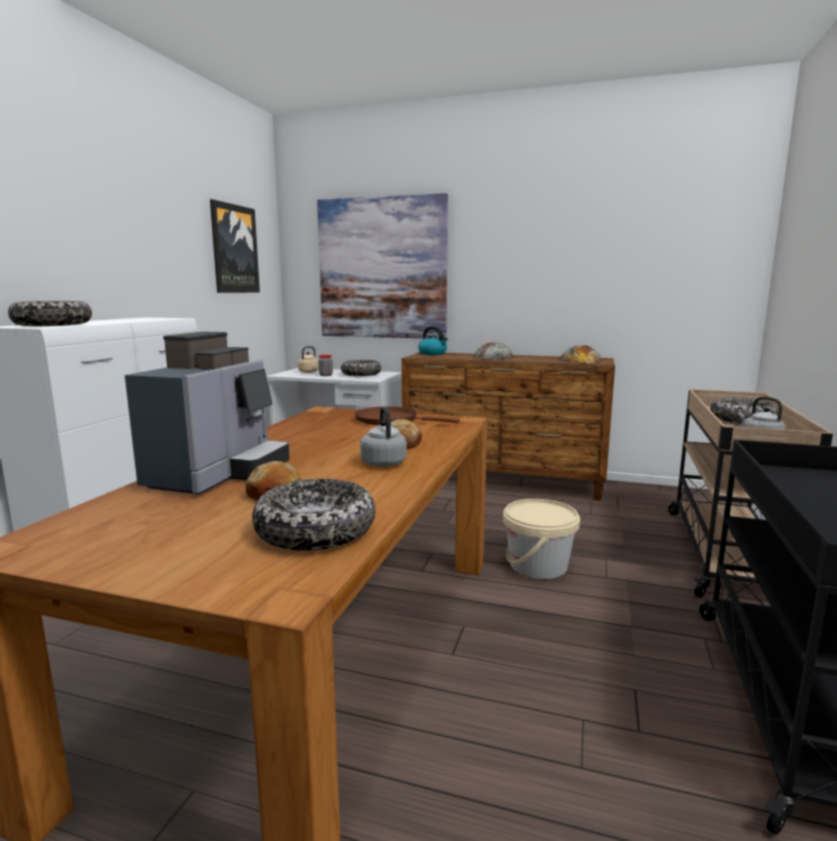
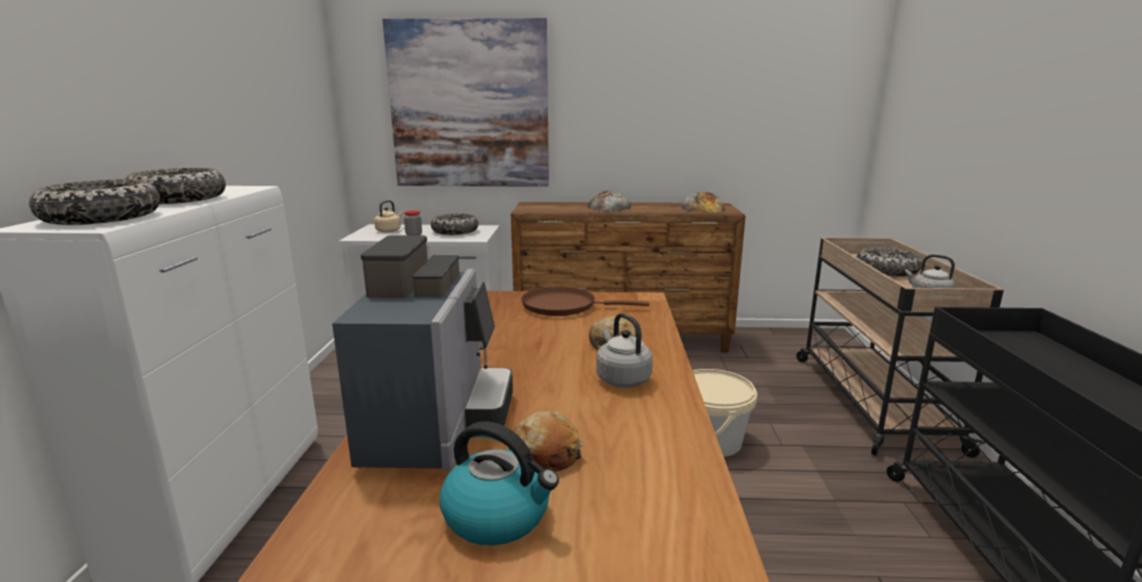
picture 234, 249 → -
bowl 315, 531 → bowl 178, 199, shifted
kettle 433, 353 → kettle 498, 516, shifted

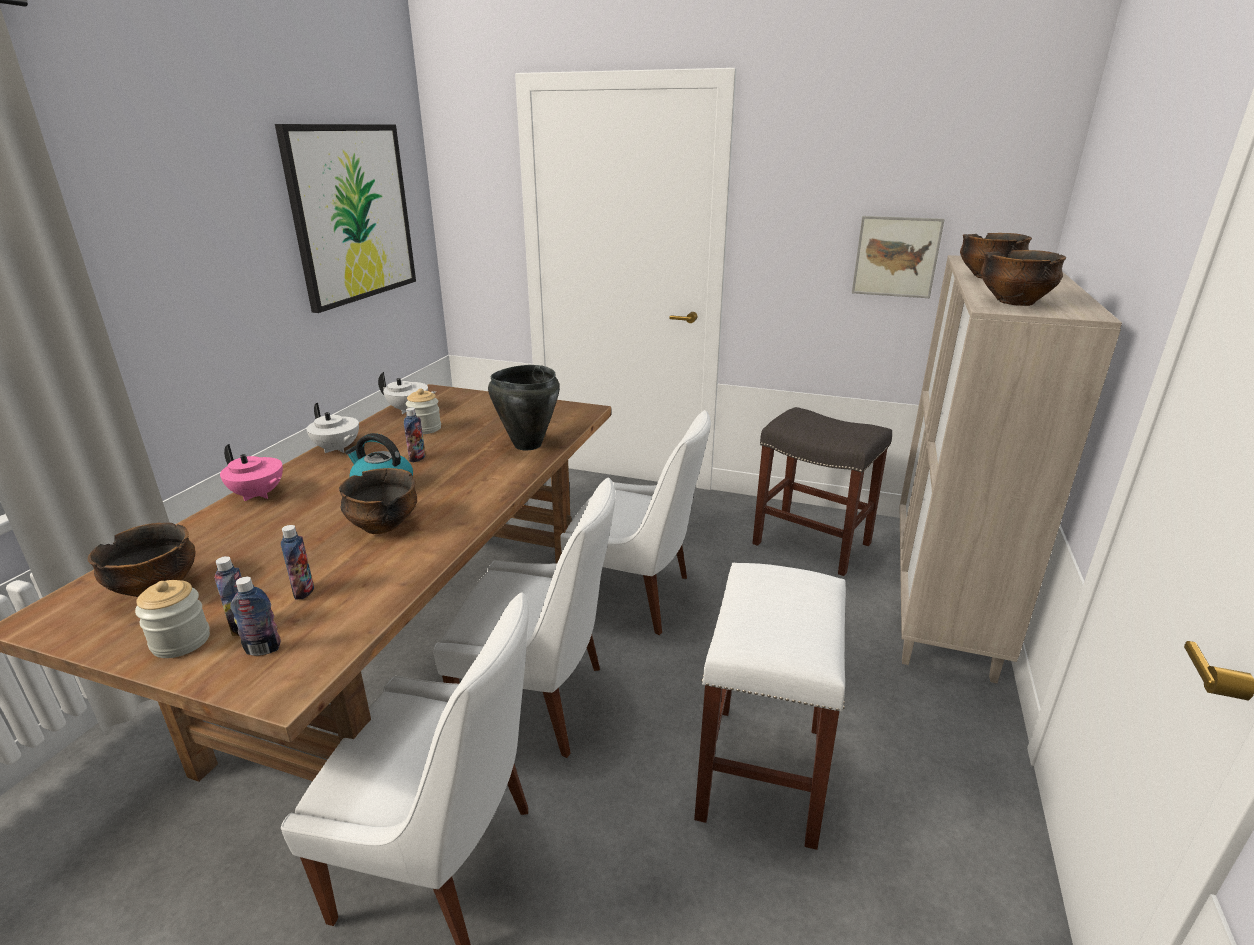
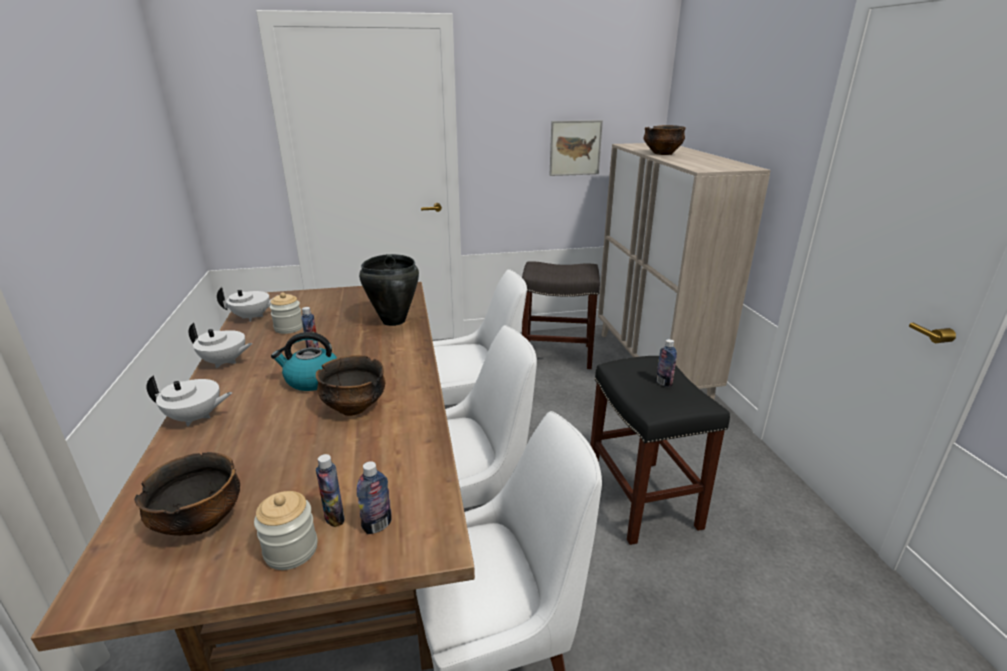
teapot (pink) 258, 495 → teapot (white) 196, 418
picture 352, 214 → -
bottle 304, 591 → bottle 663, 383, shifted
stool (white) 763, 773 → stool (black) 643, 500
bowl 1014, 302 → -

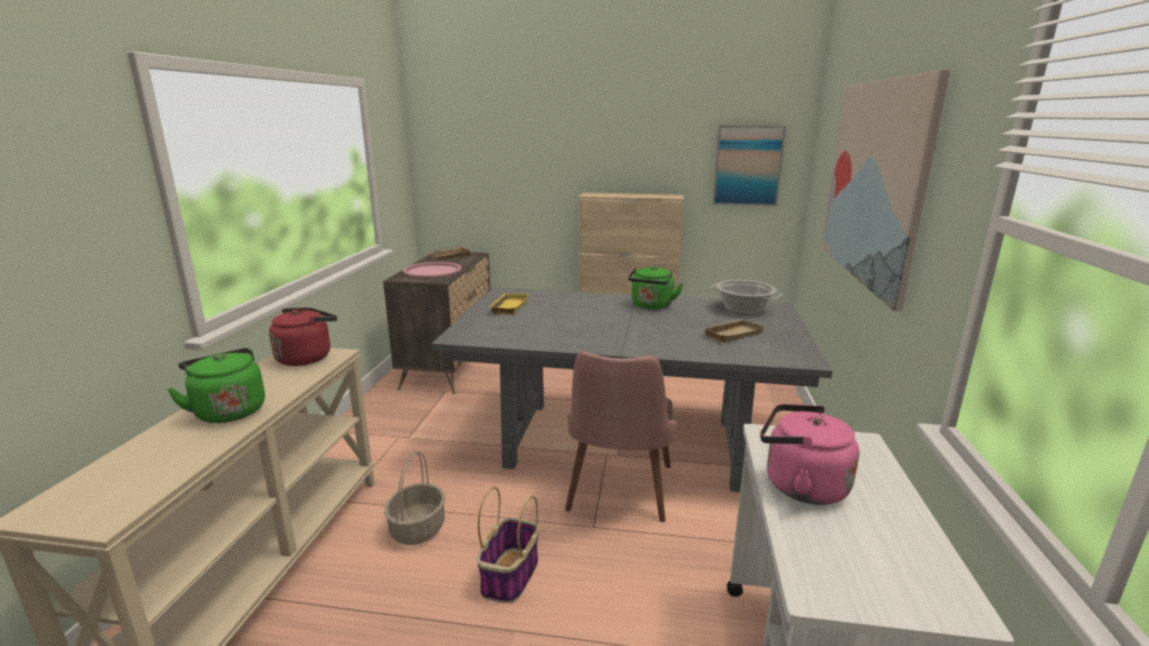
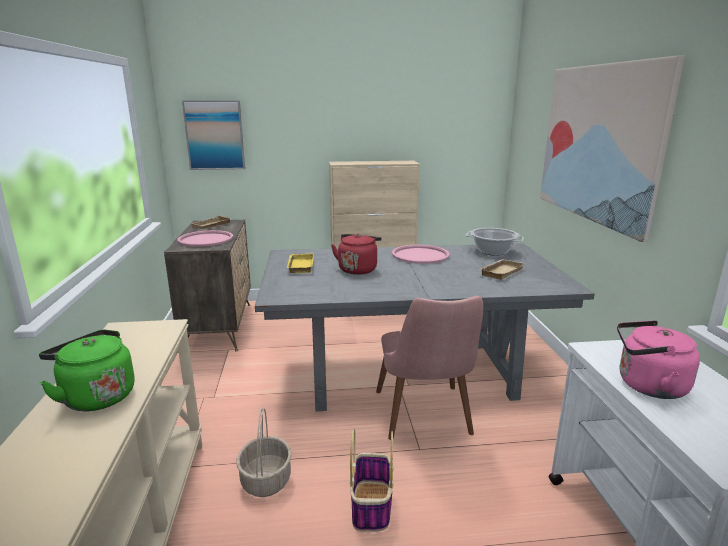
kettle (red) 306, 357 → kettle (red) 358, 269, shifted
kettle (green) 651, 306 → tray (pink) 420, 255
picture 747, 166 → picture 214, 135, shifted

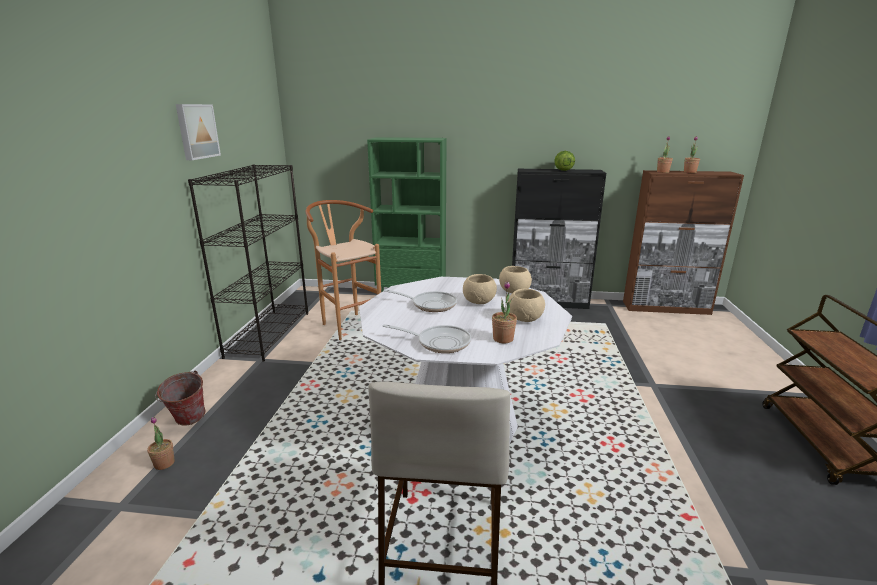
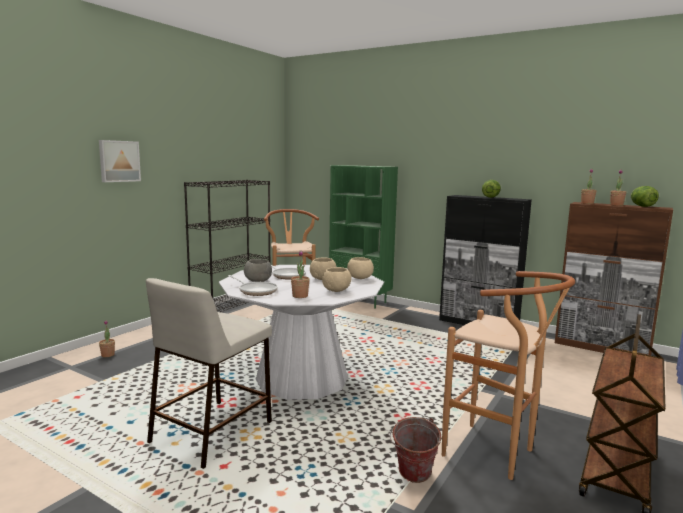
bucket 187, 422 → bucket 412, 477, shifted
picture 196, 131 → picture 119, 161, shifted
- → bowl (grey) 258, 281
- → stool (brown) 497, 455
- → lettuce 642, 206

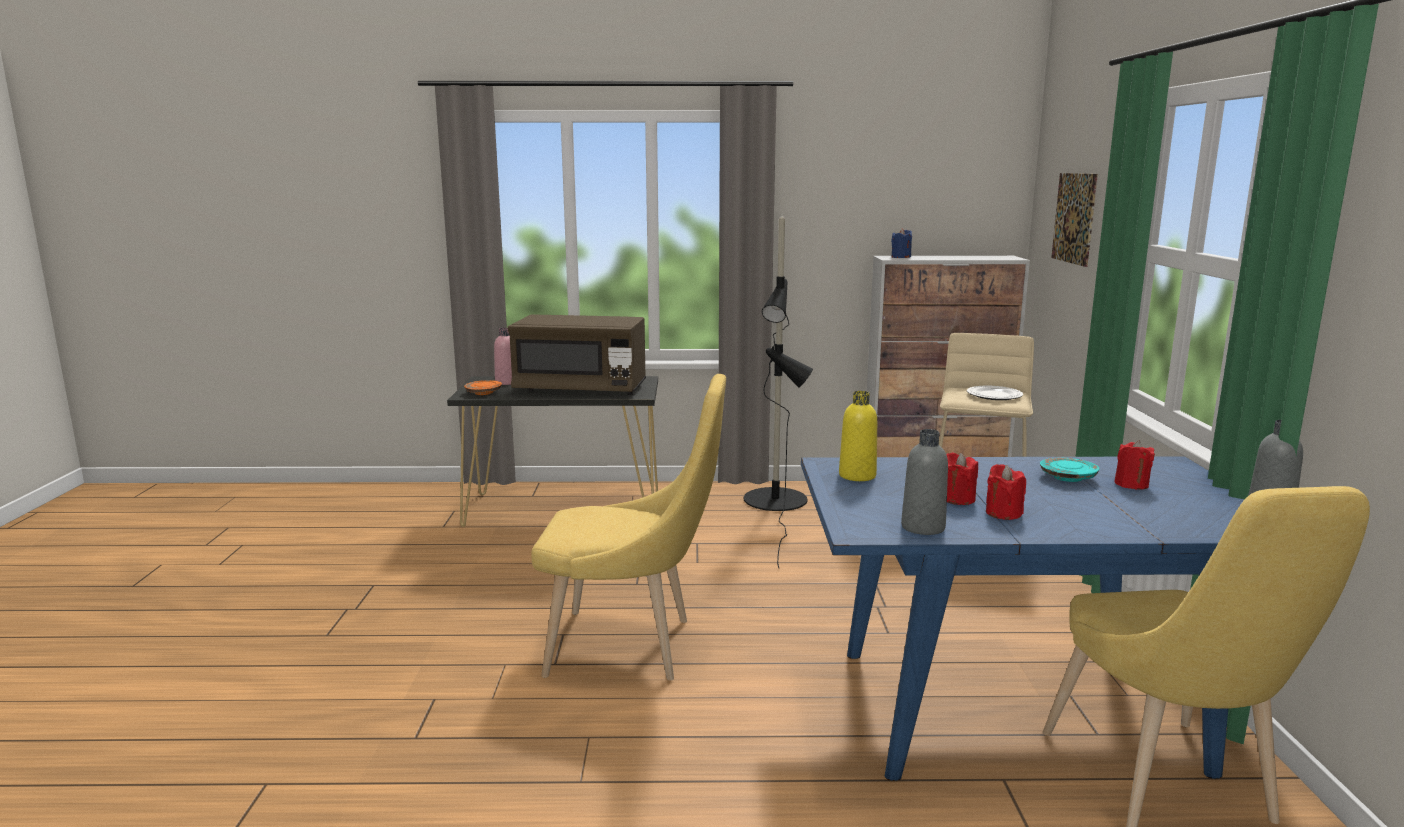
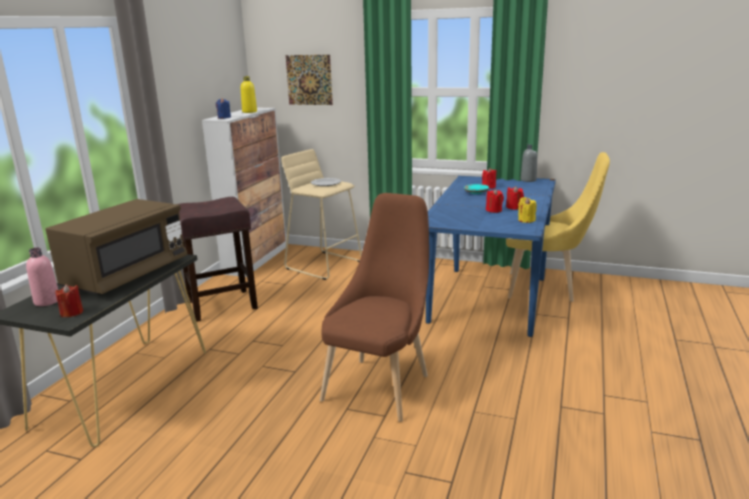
plate (orange) 483, 393 → candle (red) 72, 313
chair (yellow) 631, 647 → chair (brown) 381, 384
floor lamp (black) 776, 505 → stool (brown) 223, 305
bottle (yellow) 857, 476 → bottle (yellow) 249, 112, shifted
bottle (grey) 923, 527 → candle (yellow) 526, 220

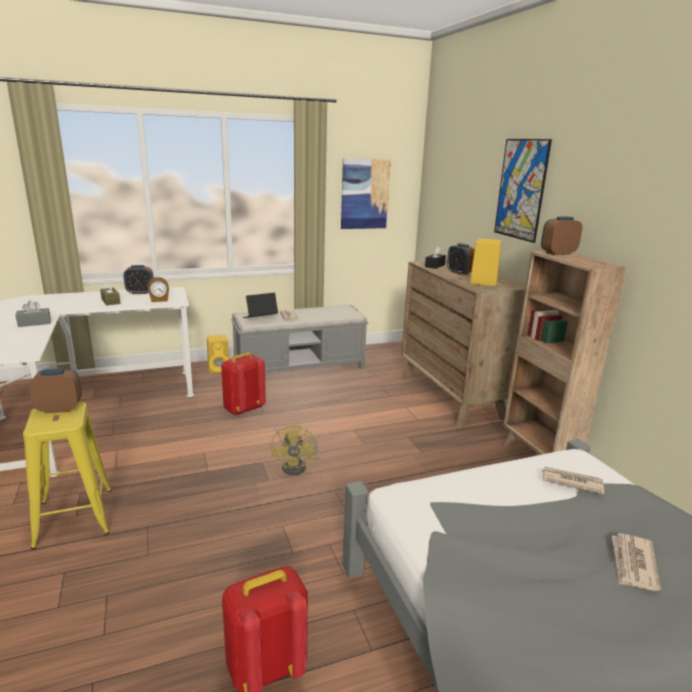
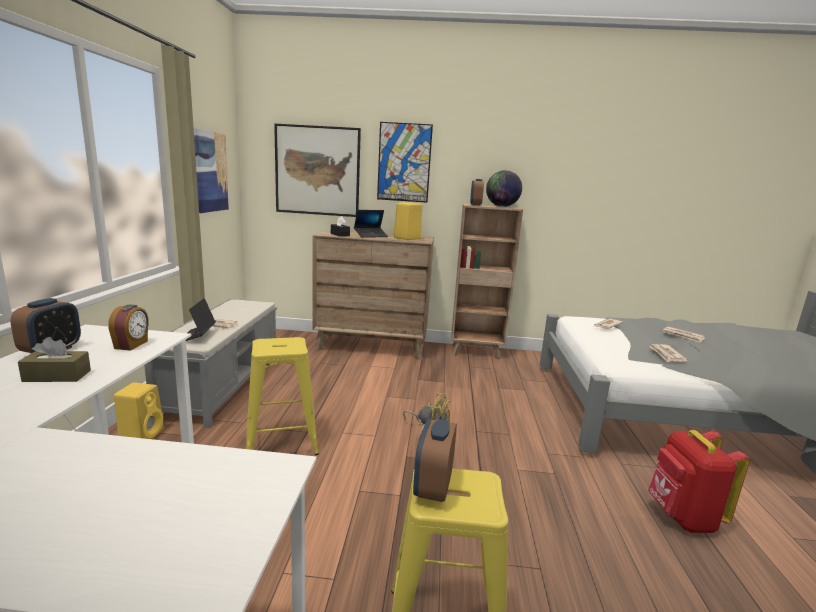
tissue box (grey) 34, 323 → -
backpack (red) 243, 409 → stool (yellow) 281, 442
alarm clock 459, 272 → laptop 371, 236
- → picture 317, 171
- → globe 502, 206
- → newspaper 666, 355

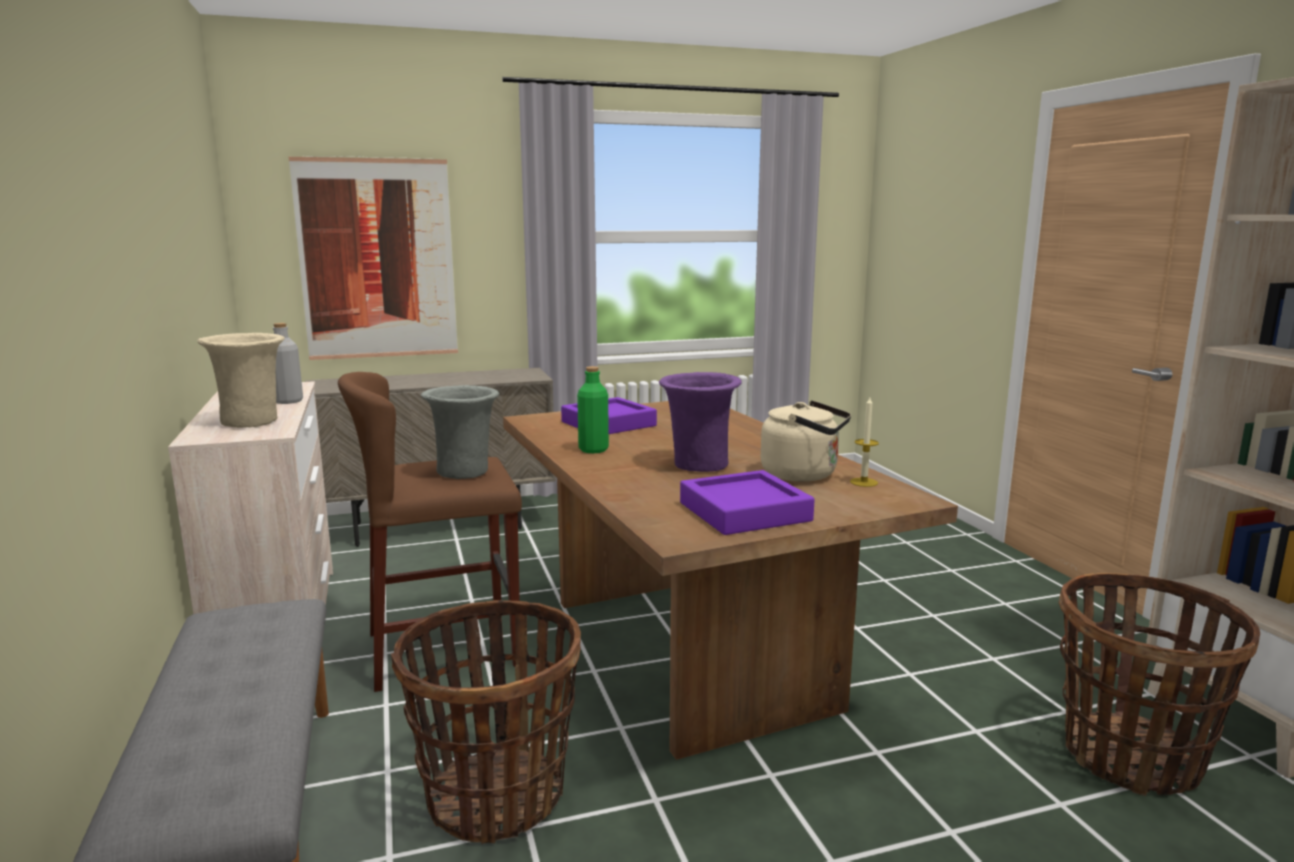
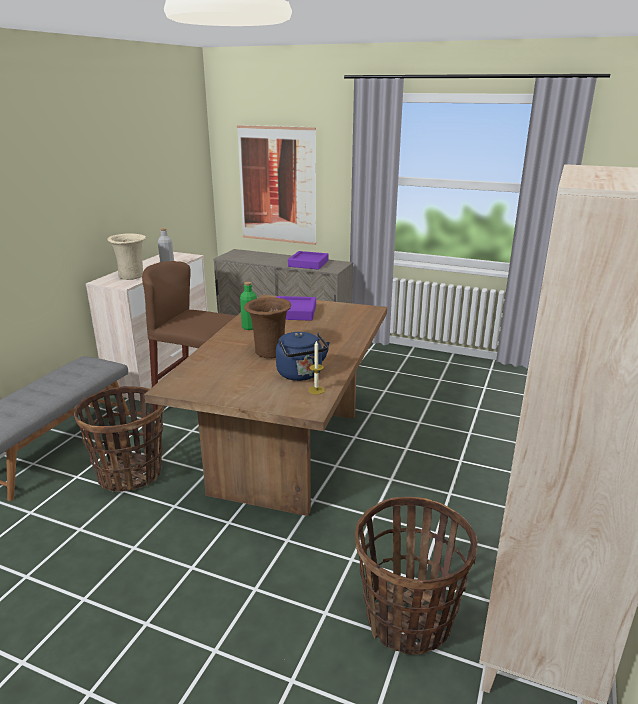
vase (grey) 465, 471 → -
vase (purple) 698, 466 → vase (brown) 269, 352
tray (purple) 744, 512 → tray (purple) 308, 263, shifted
kettle (beige) 804, 474 → kettle (blue) 301, 375

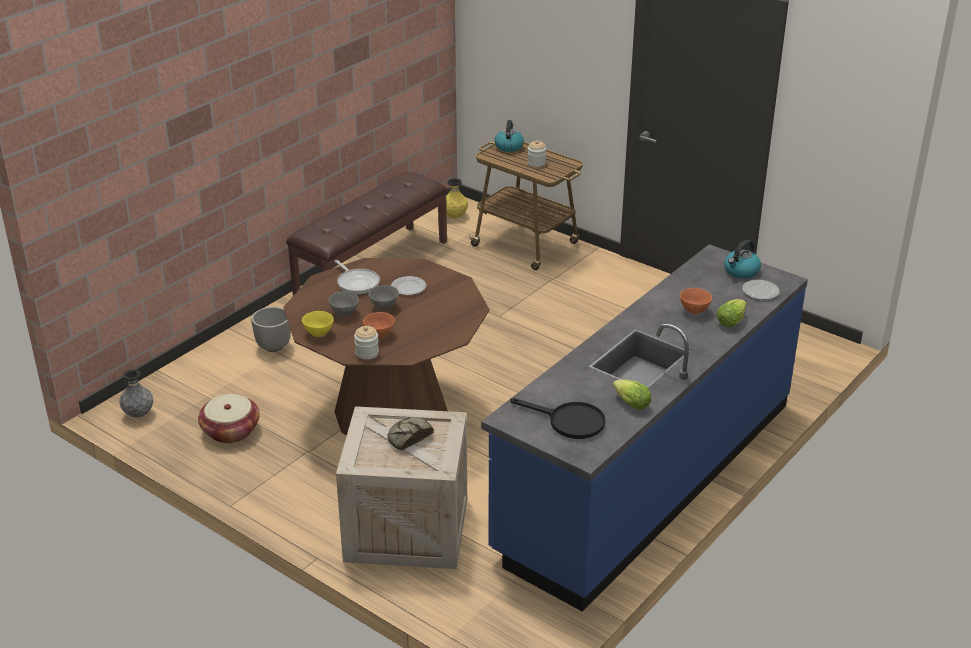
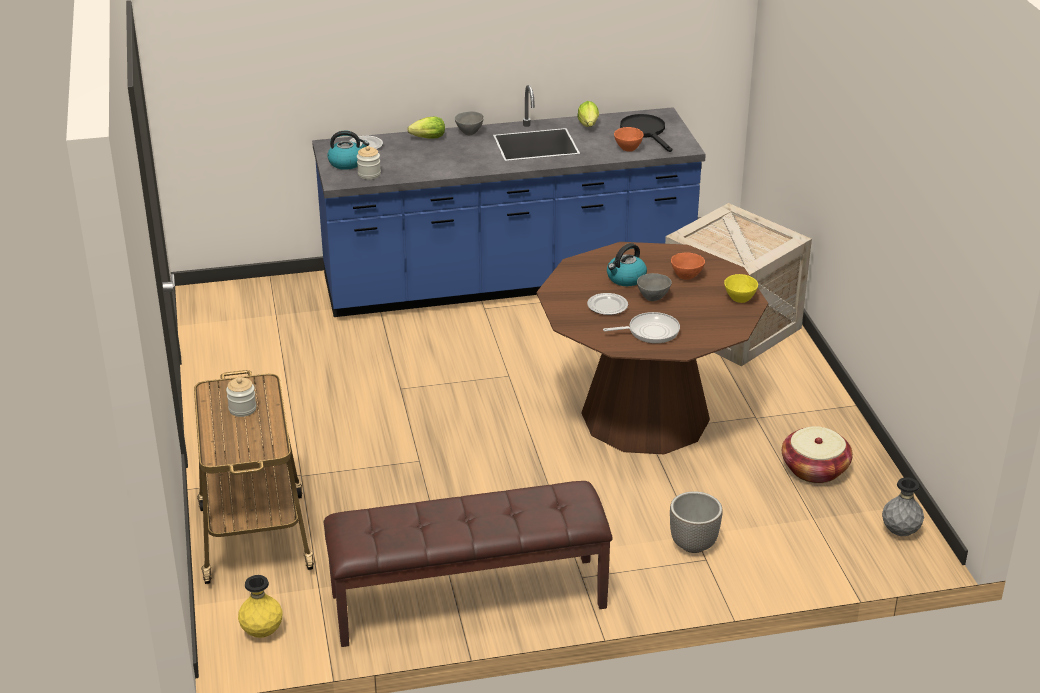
bowl (grey) 344, 314 → bowl (grey) 469, 132, shifted
frying pan 357, 283 → frying pan 650, 331, 75 degrees clockwise
jar 367, 353 → jar 369, 174, shifted
bread 408, 437 → -
kettle 508, 146 → kettle 625, 278, shifted
bowl (orange) 694, 311 → bowl (orange) 627, 149, shifted

